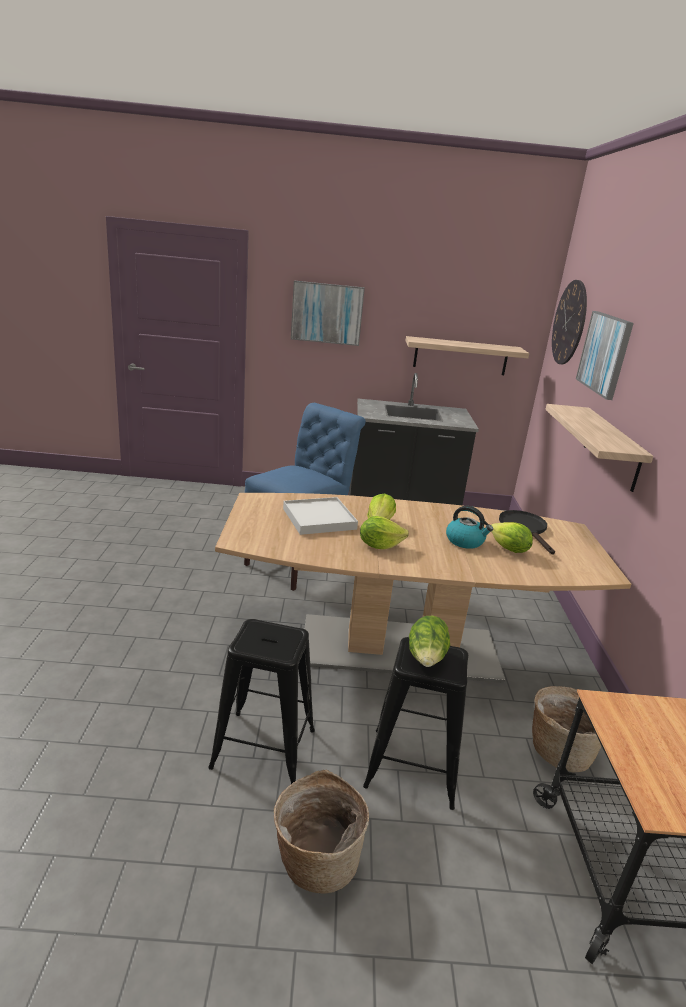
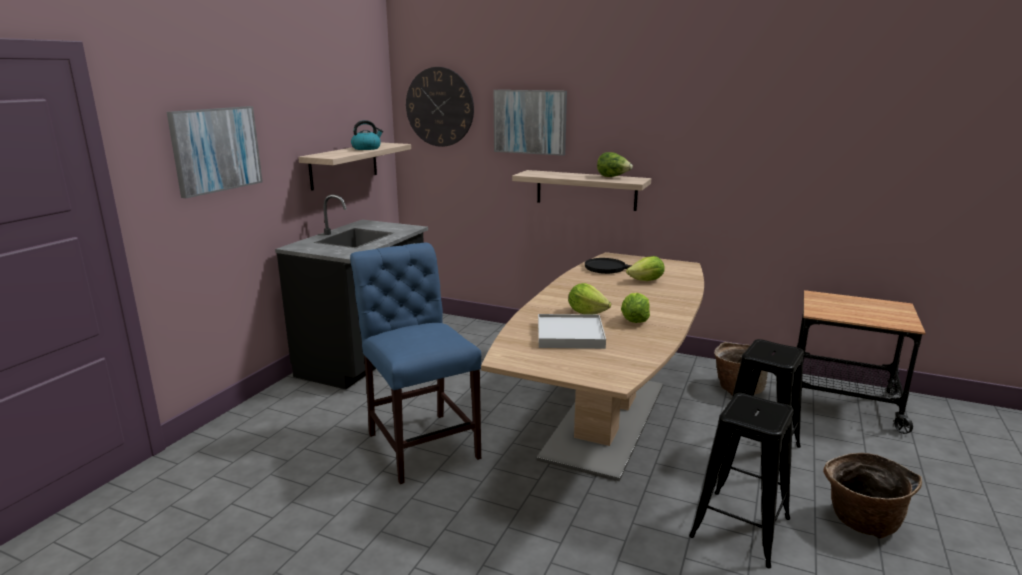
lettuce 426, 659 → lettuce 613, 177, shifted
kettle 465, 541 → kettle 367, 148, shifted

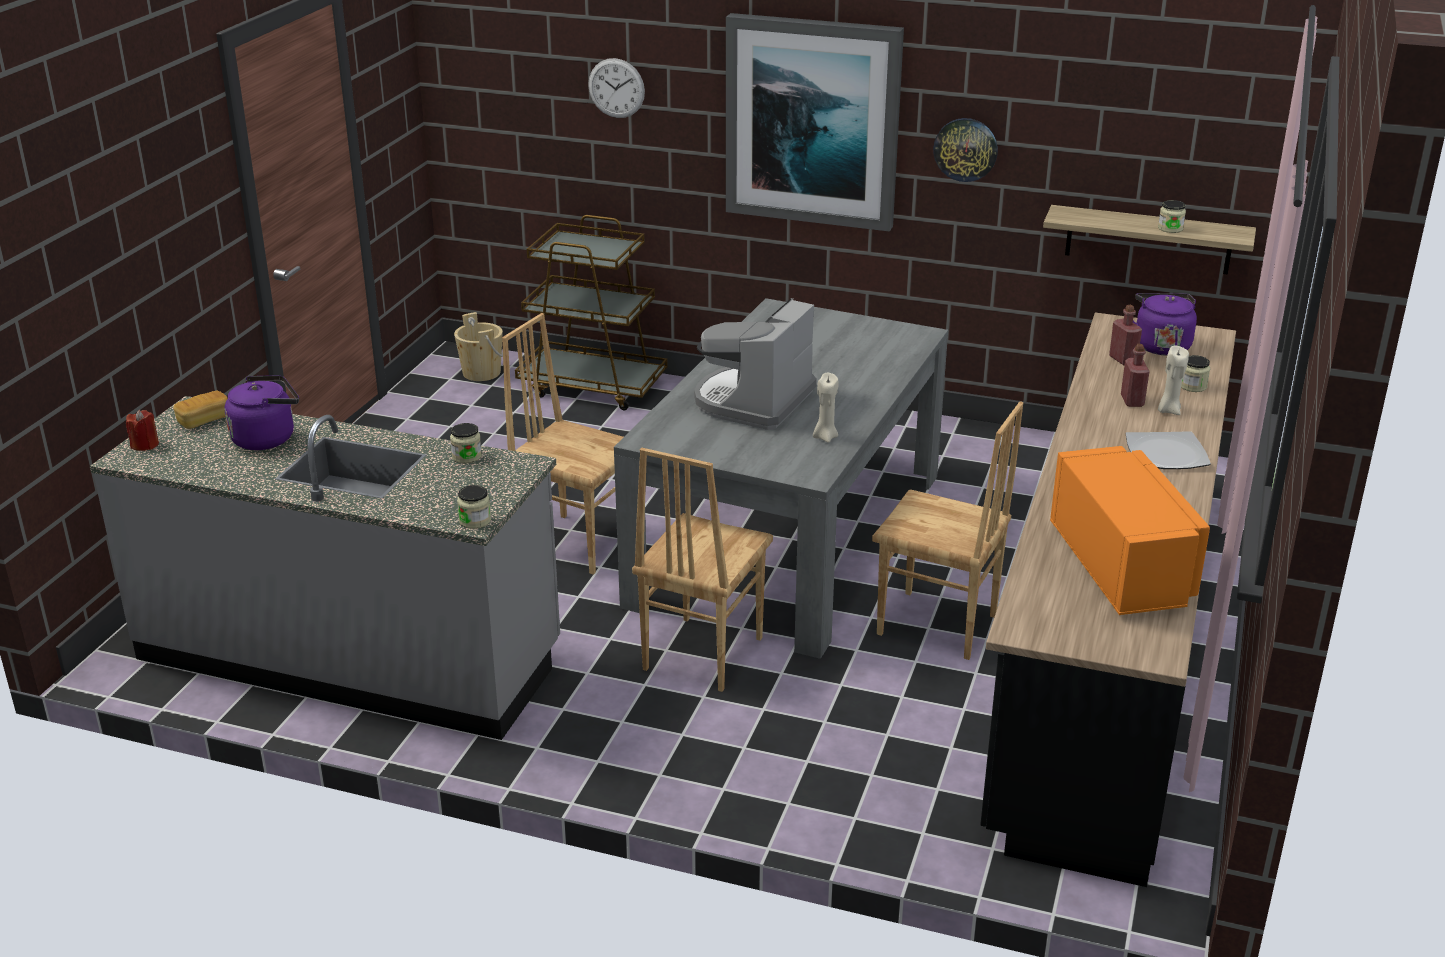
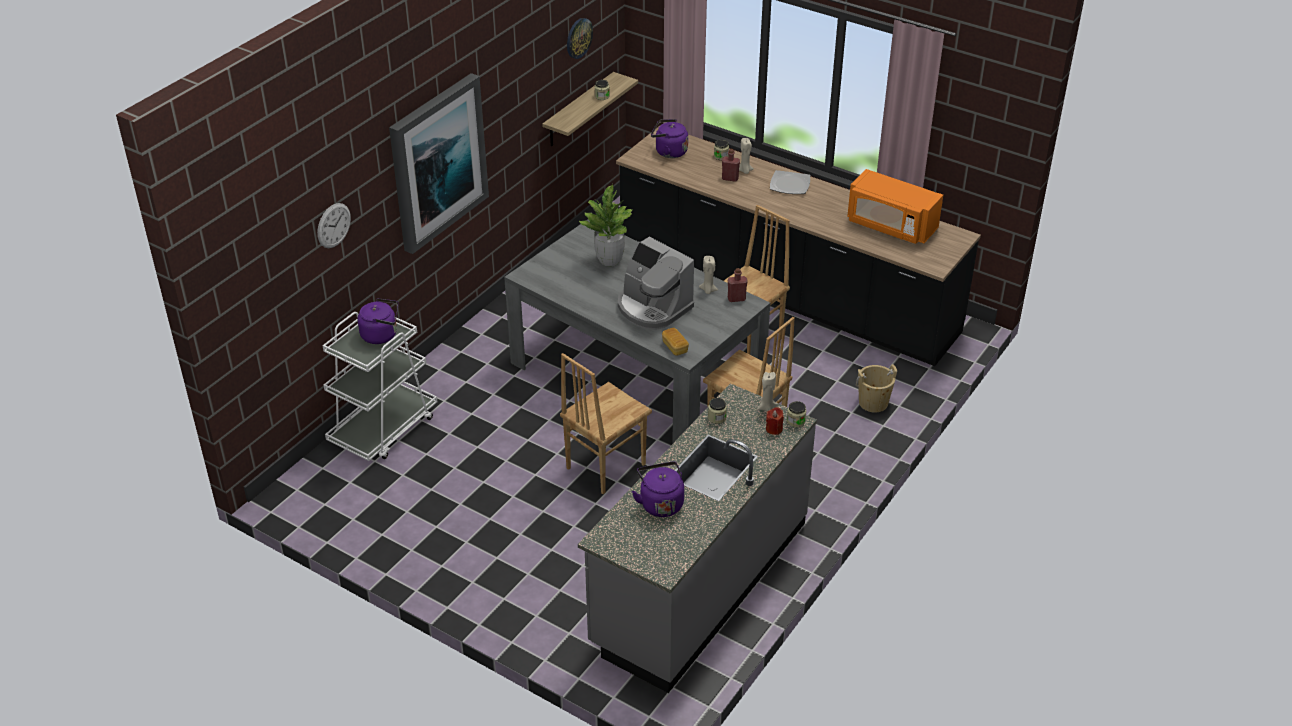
candle (red) 145, 445 → candle (red) 774, 429, shifted
bread 204, 420 → bread 675, 347, shifted
bucket (beige) 481, 373 → bucket (beige) 873, 403, shifted
cart (brown) 593, 386 → cart (white) 384, 429
wall clock 965, 149 → wall clock 578, 38, shifted
microwave (orange) 1121, 567 → microwave (orange) 891, 226, 150 degrees counterclockwise
bottle (red) 1122, 360 → bottle (red) 736, 299, shifted
- → kettle (purple) 382, 335
- → potted plant 609, 261
- → candle (beige) 766, 407

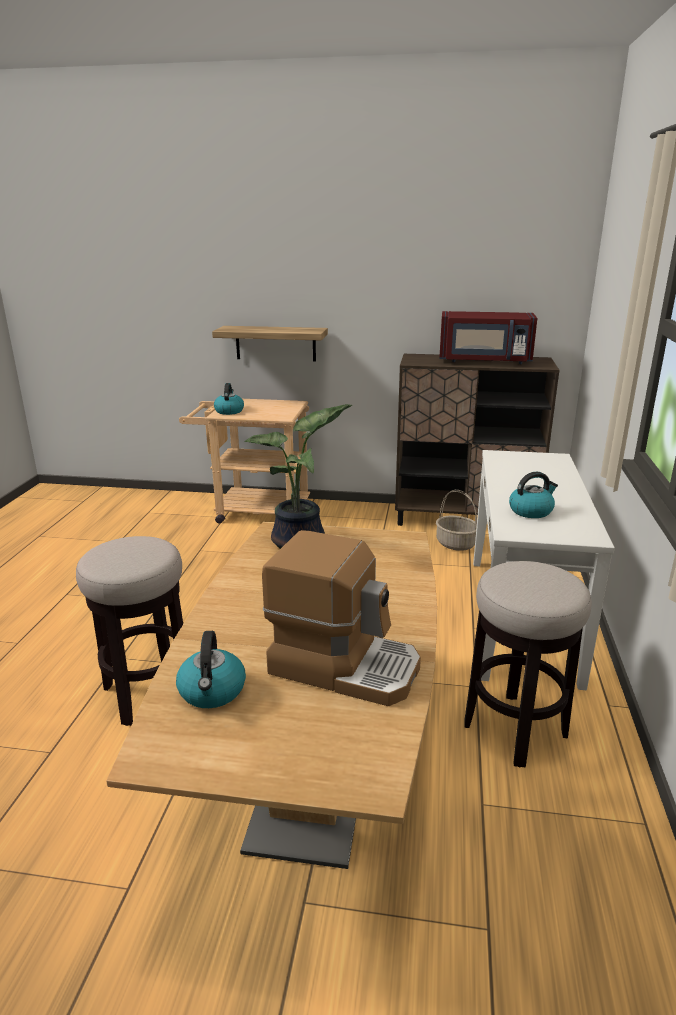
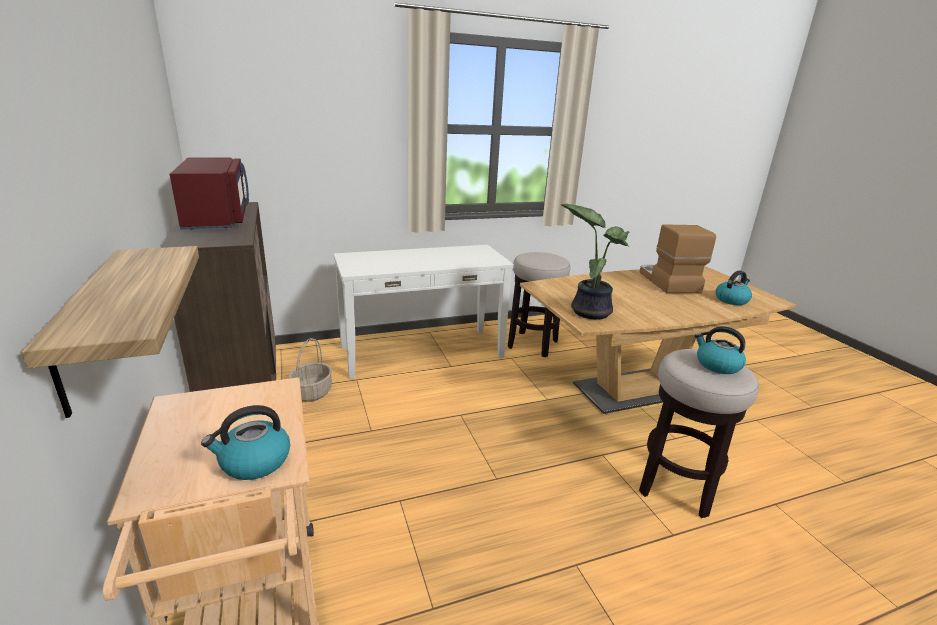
kettle 531, 511 → kettle 717, 365, shifted

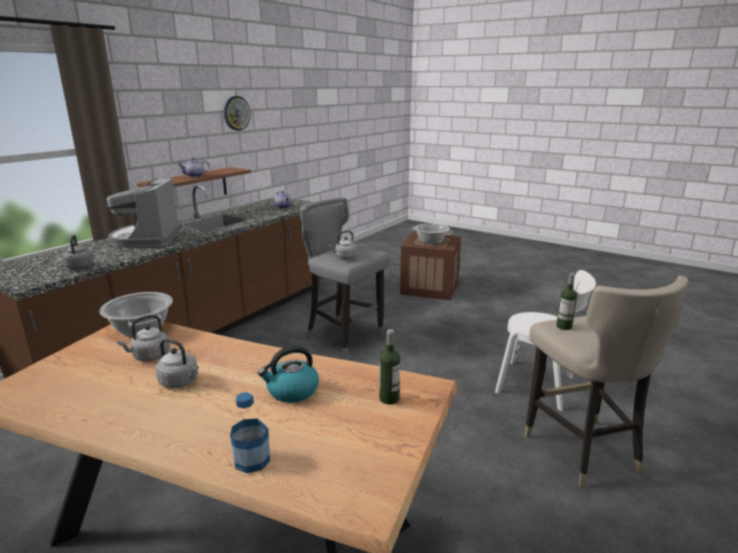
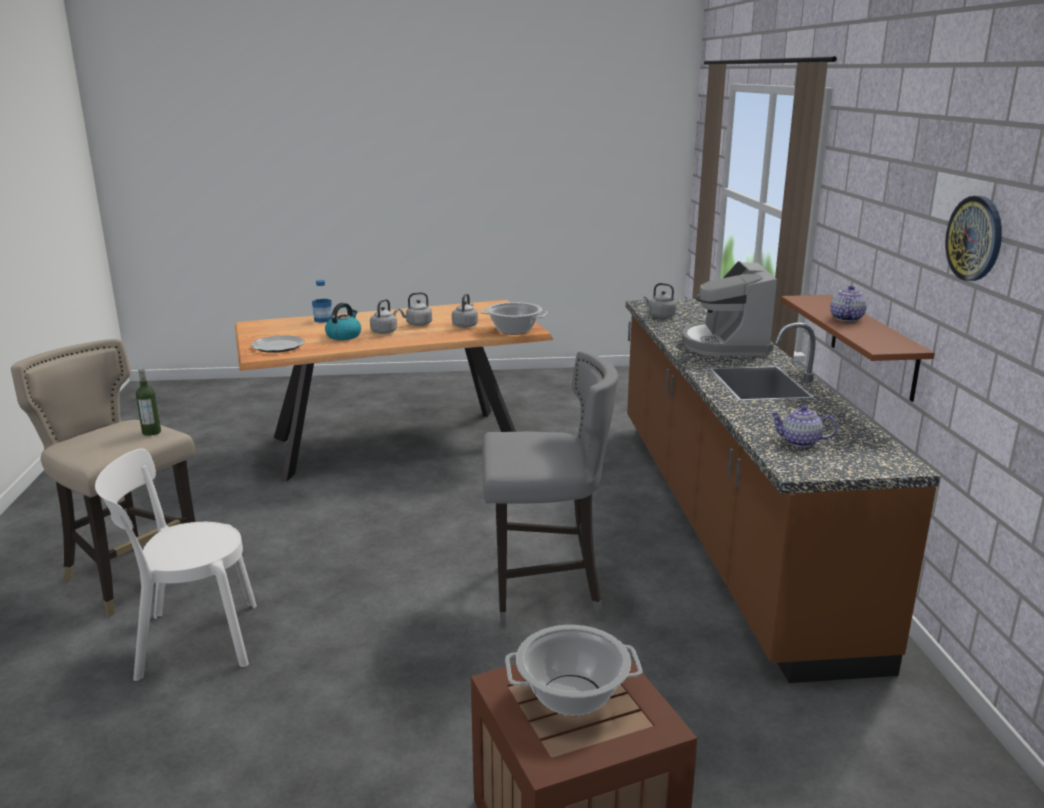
coffee machine 147, 239 → coffee machine 725, 344, 135 degrees counterclockwise
kettle (grey) 344, 257 → kettle (grey) 385, 331, shifted
bottle 389, 399 → plate 278, 346

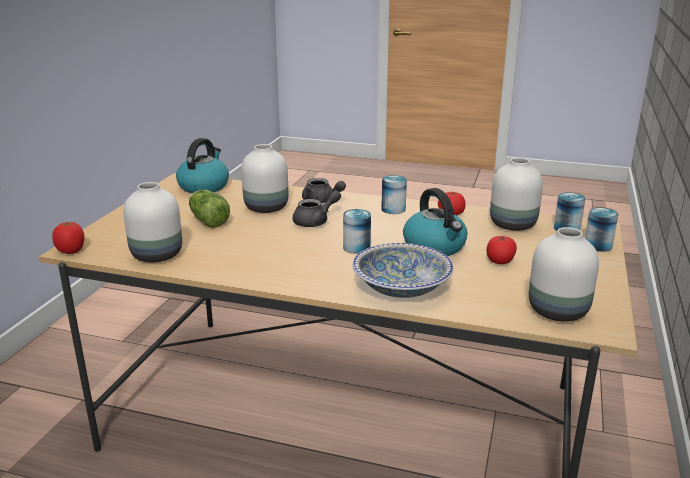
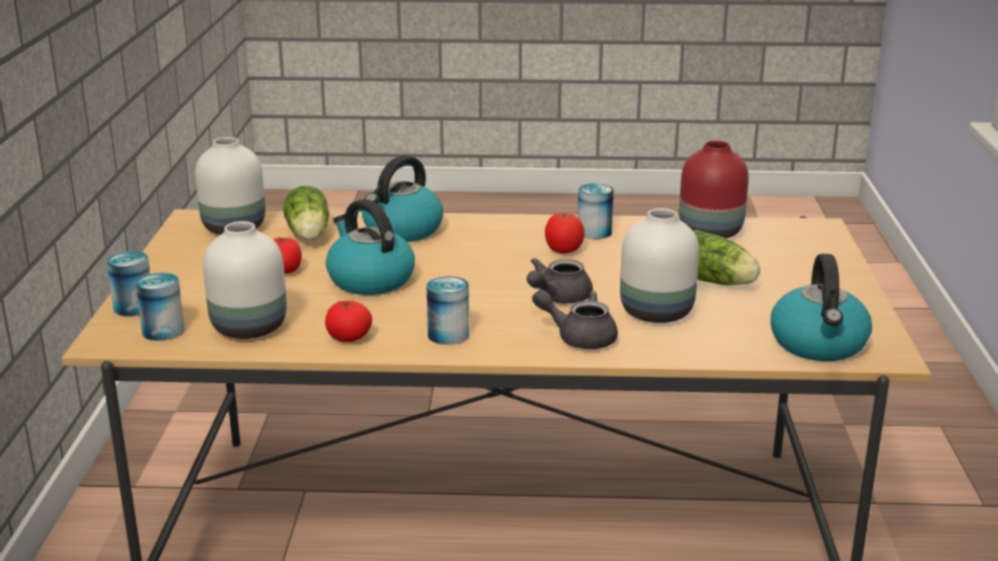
tomato 71, 251 → tomato 563, 251, shifted
vase (white) 157, 256 → vase (red) 709, 232
can 356, 247 → can 594, 232, shifted
bowl 401, 288 → kettle 402, 231
- → lettuce 308, 236

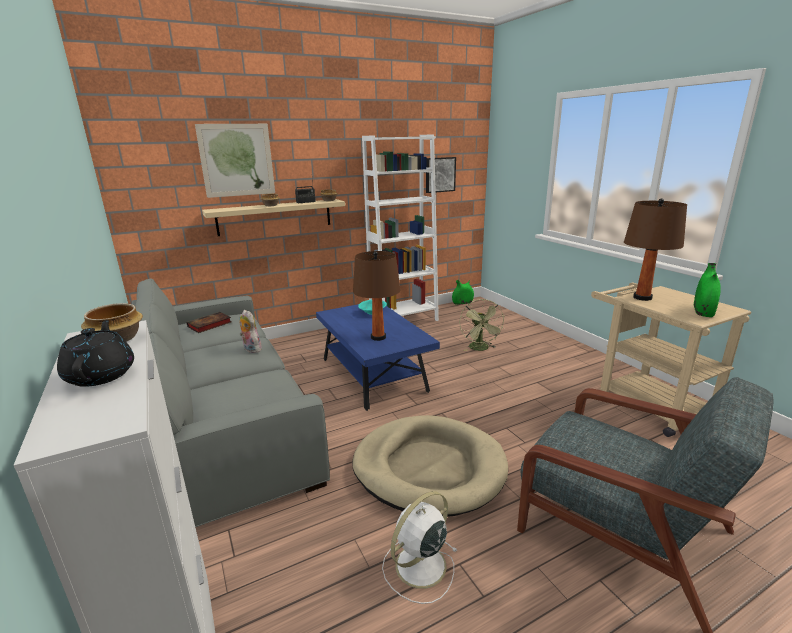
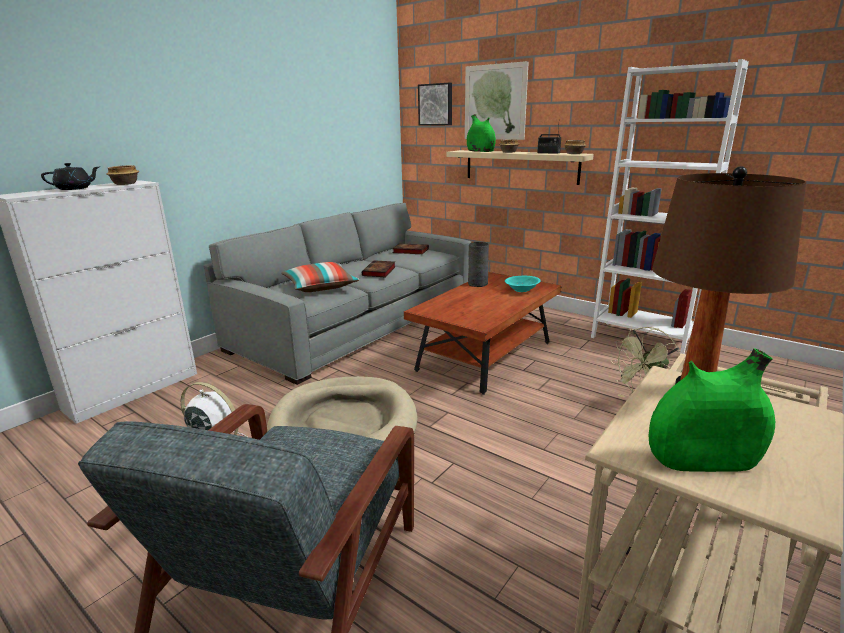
plush toy 250, 349 → book 379, 272
coffee table (blue) 373, 375 → coffee table (brown) 485, 357
table lamp (brown) 378, 337 → -
picture 439, 174 → picture 436, 104, shifted
vase (green) 462, 303 → vase (green) 480, 151, shifted
- → pillow 320, 287
- → vase (grey) 478, 284

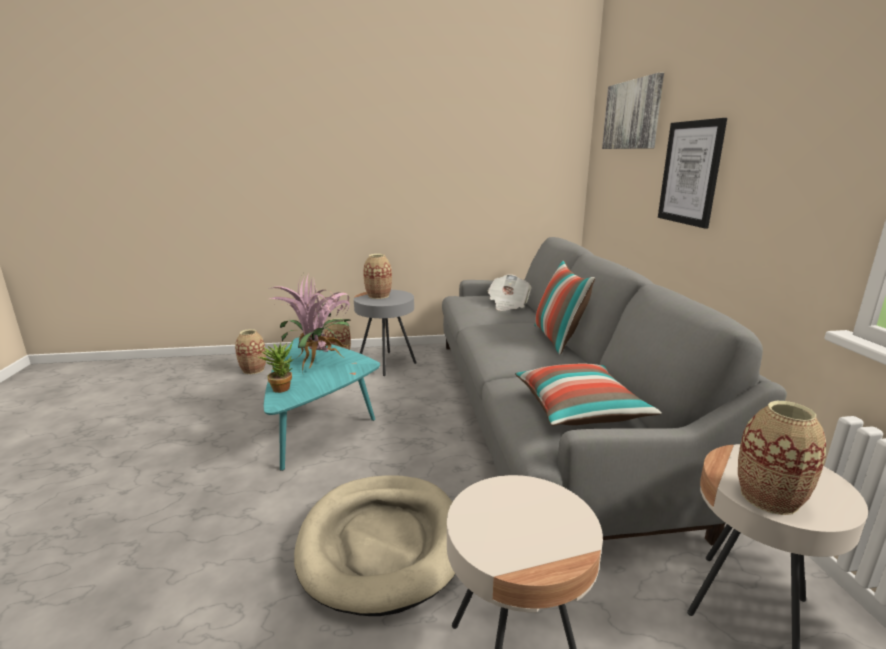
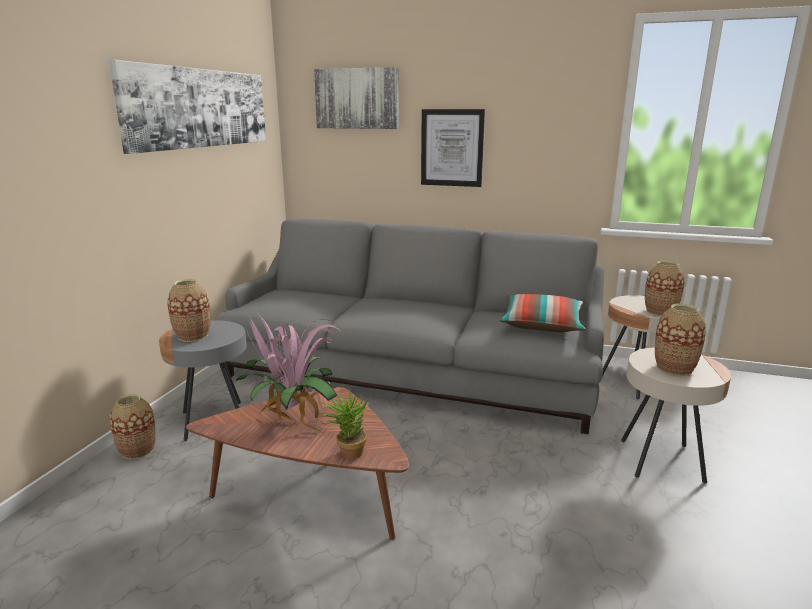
vase 253, 370 → vase 674, 368, shifted
coffee table (turquoise) 320, 423 → coffee table (brown) 312, 494
dog bed (beige) 382, 543 → -
newspaper 508, 304 → -
pillow 558, 339 → -
- → picture 200, 108

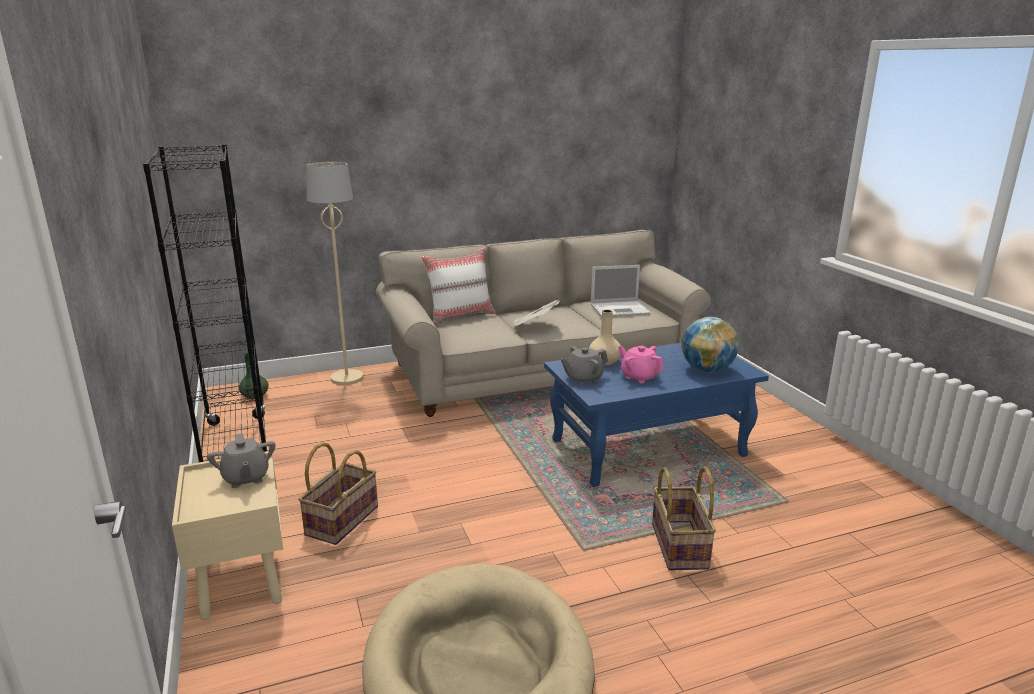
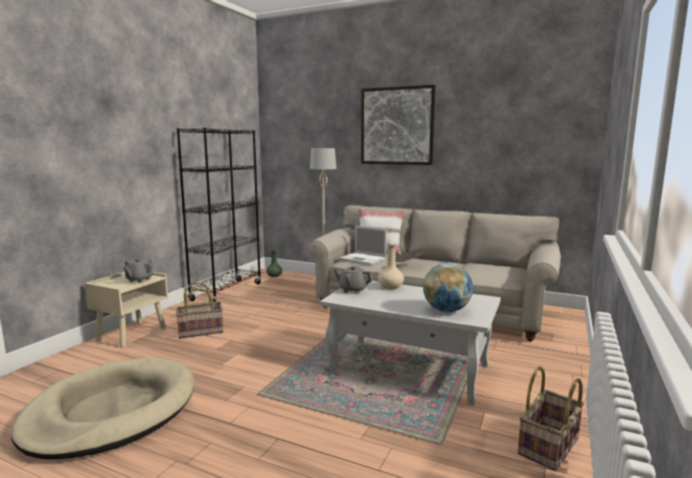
coffee table (blue) 649, 448 → coffee table (white) 410, 368
laptop 620, 309 → laptop 363, 259, shifted
teapot (pink) 639, 377 → -
basket 680, 546 → basket 549, 446, shifted
- → picture 397, 126

